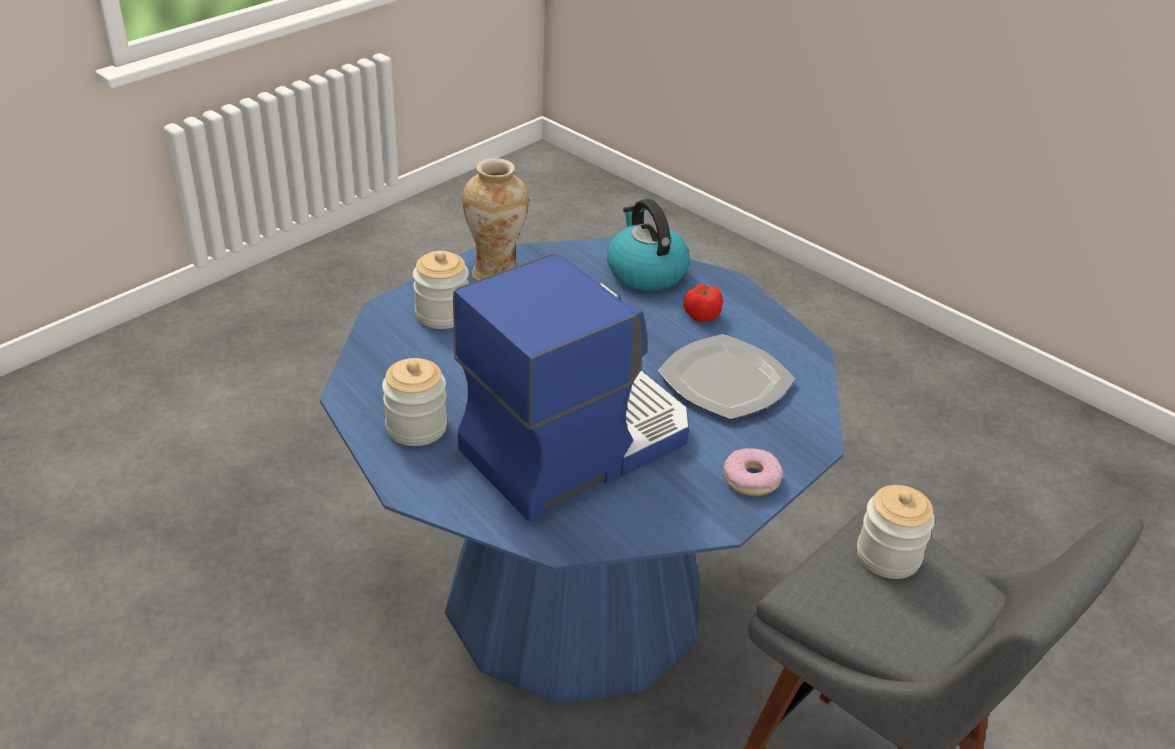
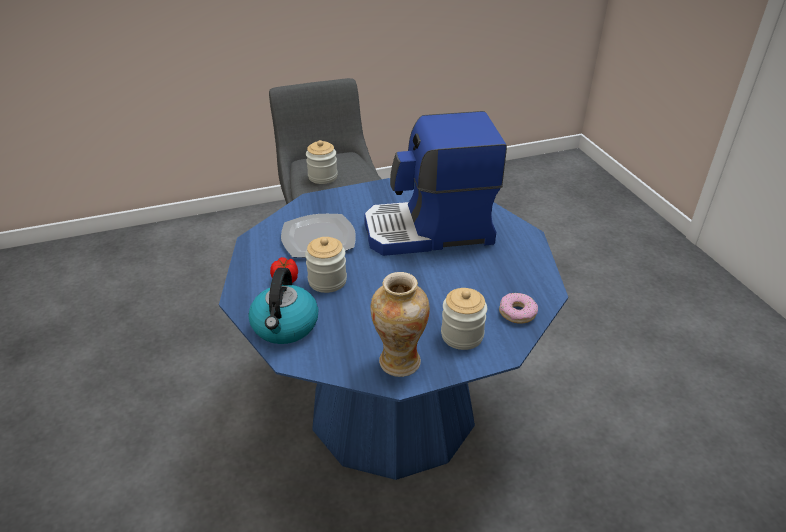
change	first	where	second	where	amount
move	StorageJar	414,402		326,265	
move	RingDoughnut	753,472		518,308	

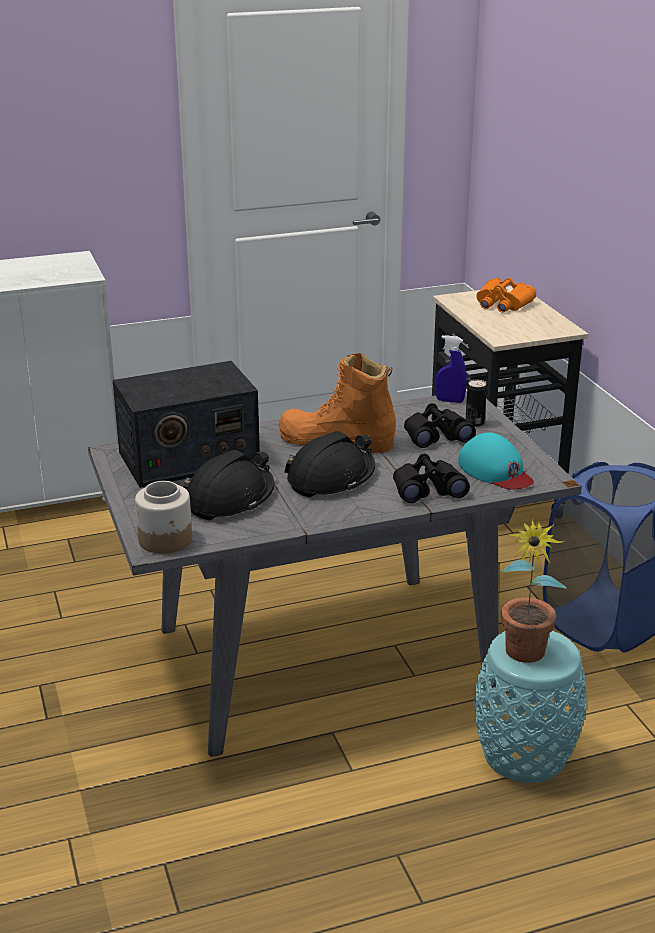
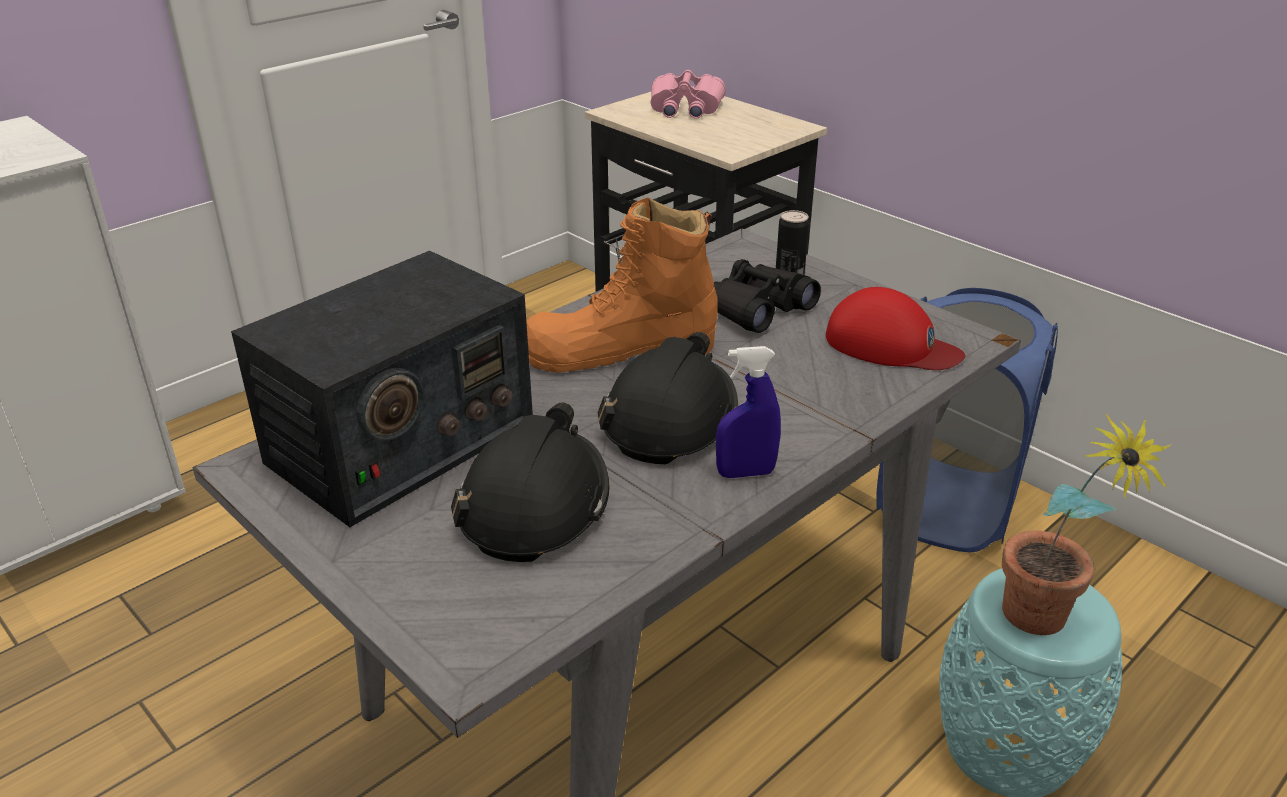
change	first	where	second	where	amount
recolor	OrangeFieldGlasses	506,295	PinkishFieldGlasses	688,94	
move	BlueHandSprayer	451,369		748,412	
recolor	TurquoiseBaseballCap	496,461	ReddishBaseballCap	895,328	
delete	BlackishFieldGlasses	431,478			
delete	StorageJar	163,517			

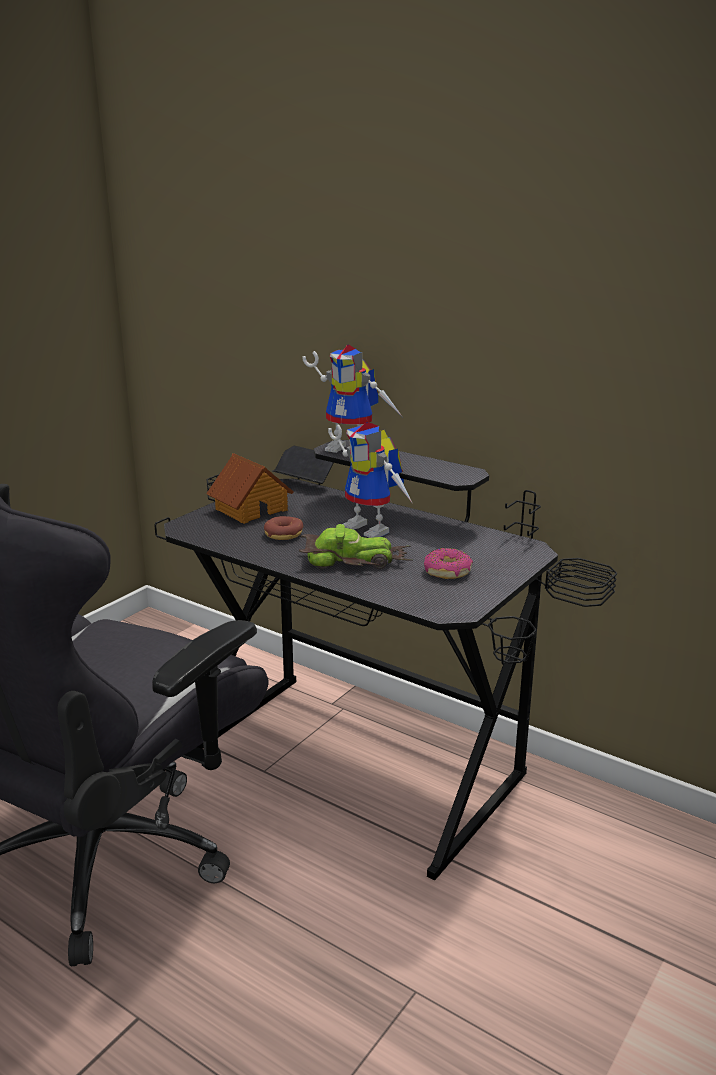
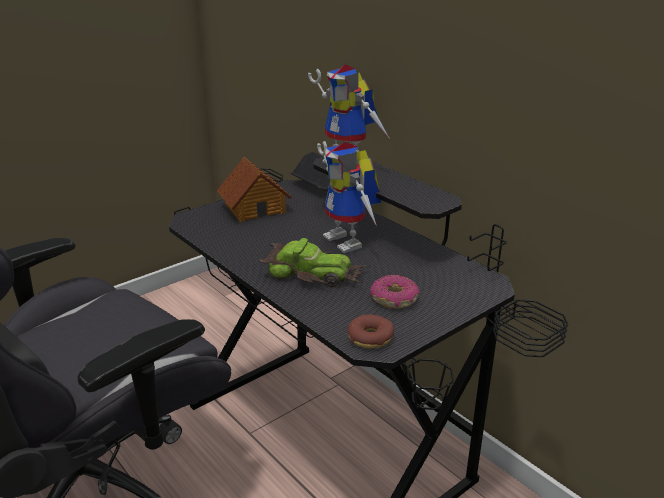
change	first	where	second	where	amount
move	RingDoughnut	283,528		371,331	

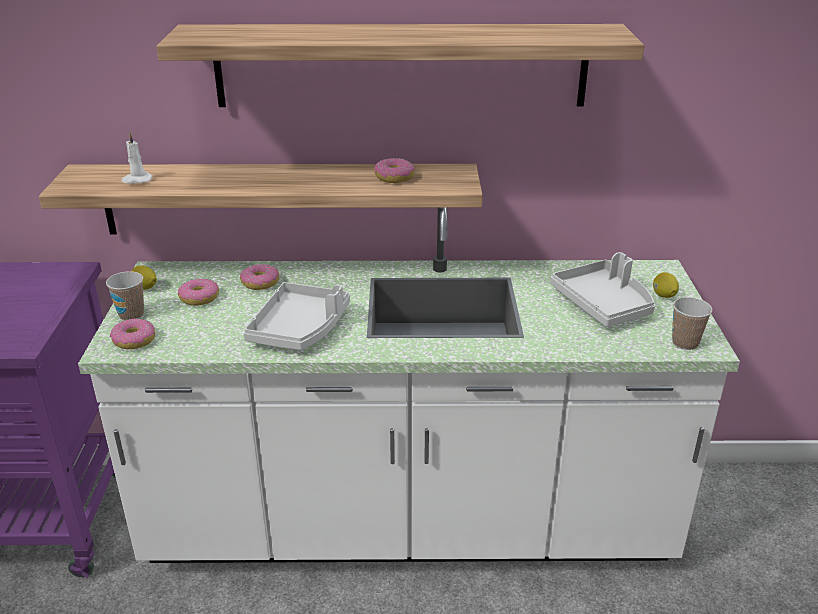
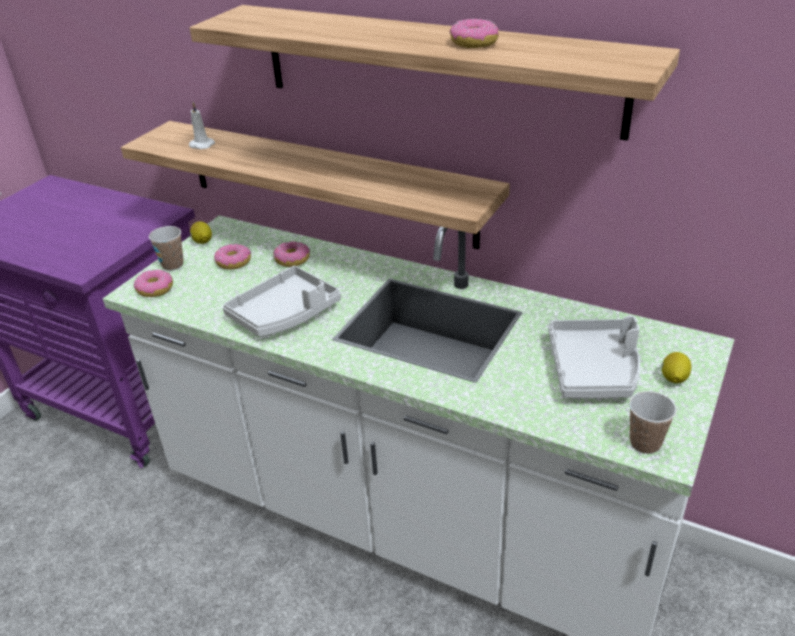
change	first	where	second	where	amount
move	RingDoughnut	394,170		474,33	

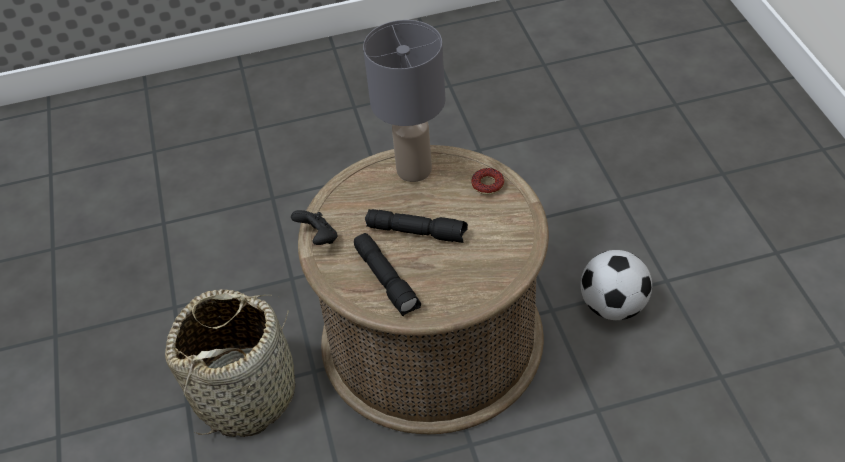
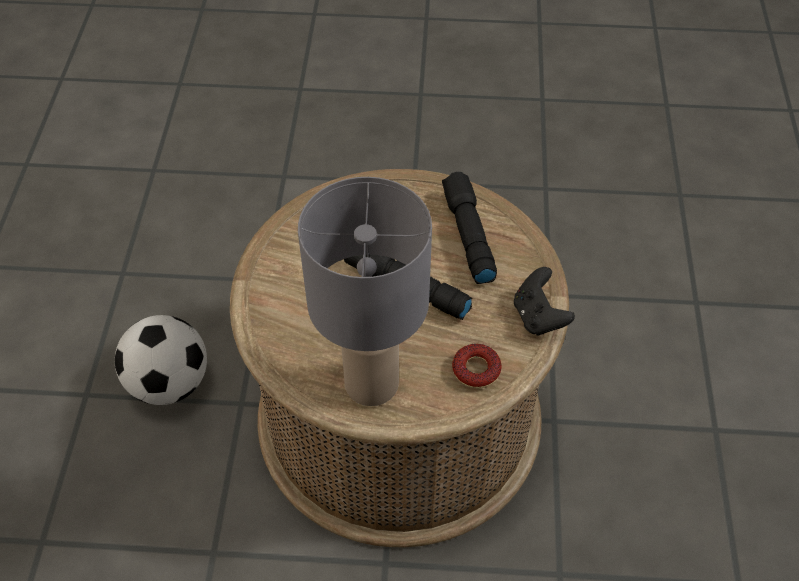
change	first	where	second	where	amount
move	RingDoughnut	487,181		477,366	
delete	Basket	230,363			

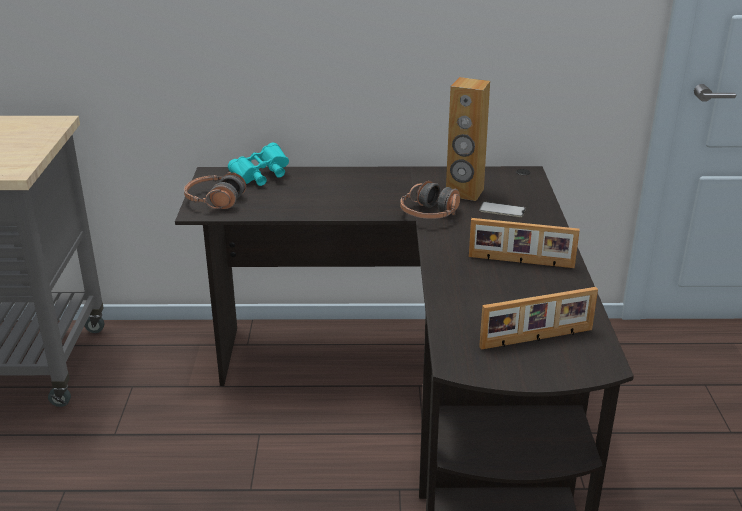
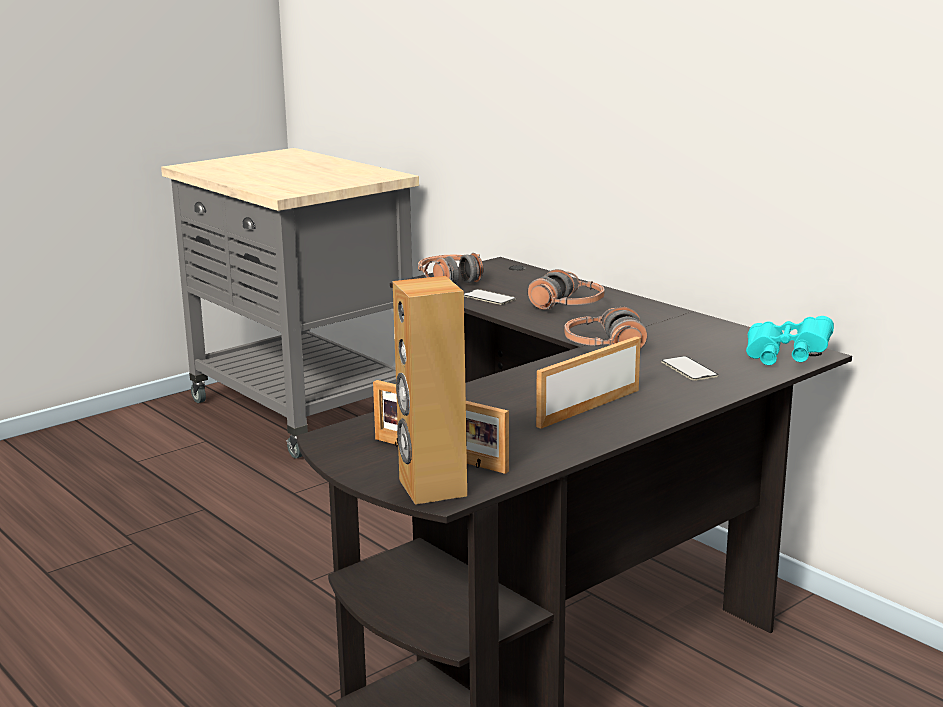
change	first	where	second	where	amount
move	BrownAudioSpeaker	468,139		430,390	
move	TurquoiseFieldGlasses	258,164		790,340	
rotate	PhotoFrame	524,243		588,383	75 degrees clockwise
insert			Headset	566,289	
insert			Telephone	490,297	

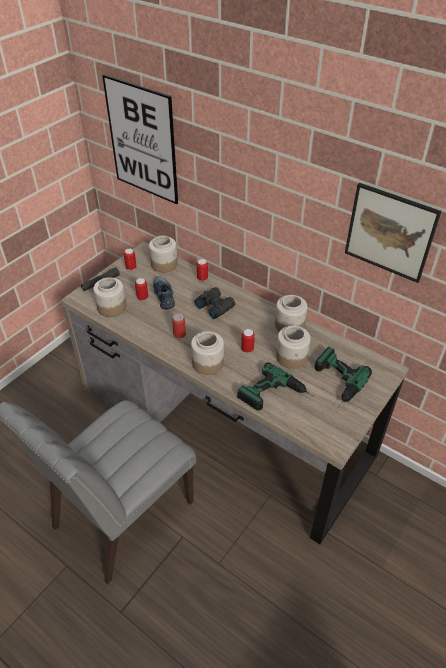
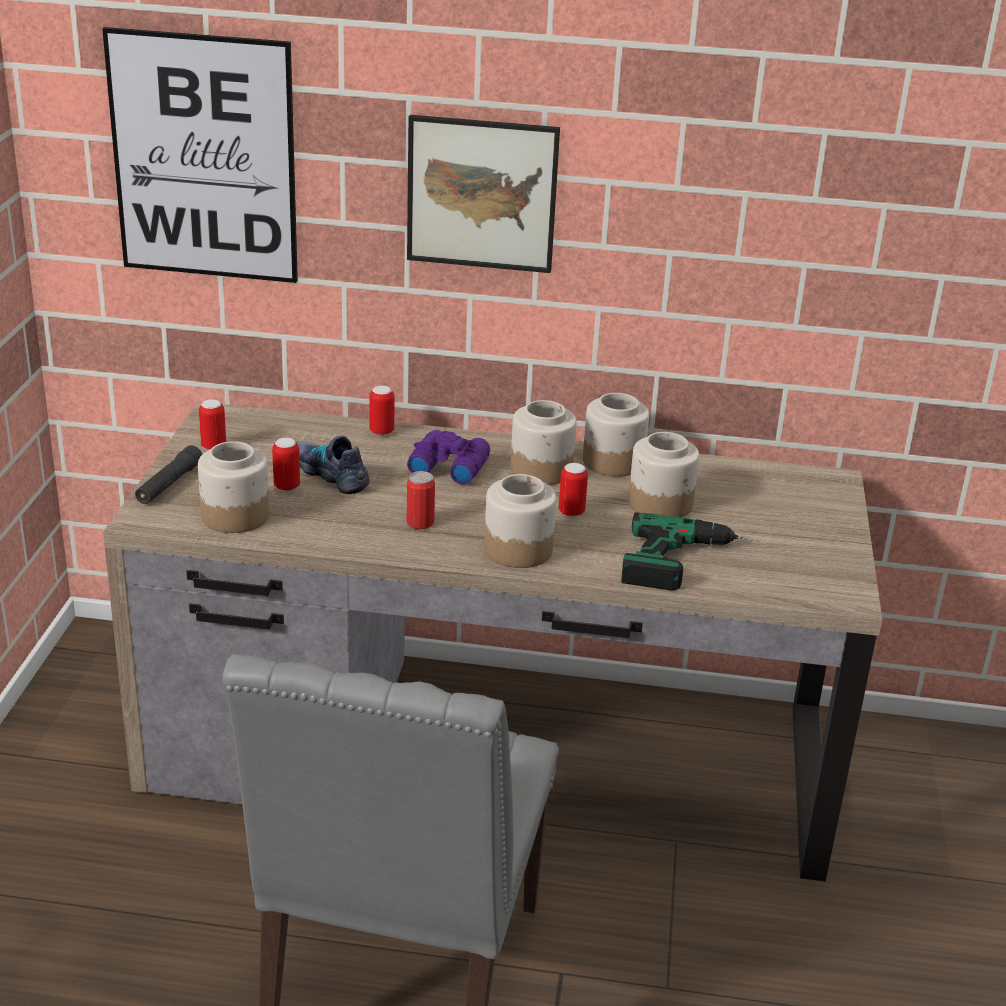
change	first	where	second	where	amount
move	WallPicture	393,233		483,194	
move	StorageJar	163,254		543,442	
recolor	BlackishFieldGlasses	214,303	PurpleFieldGlasses	448,457	
delete	ElectricDrill	343,378			

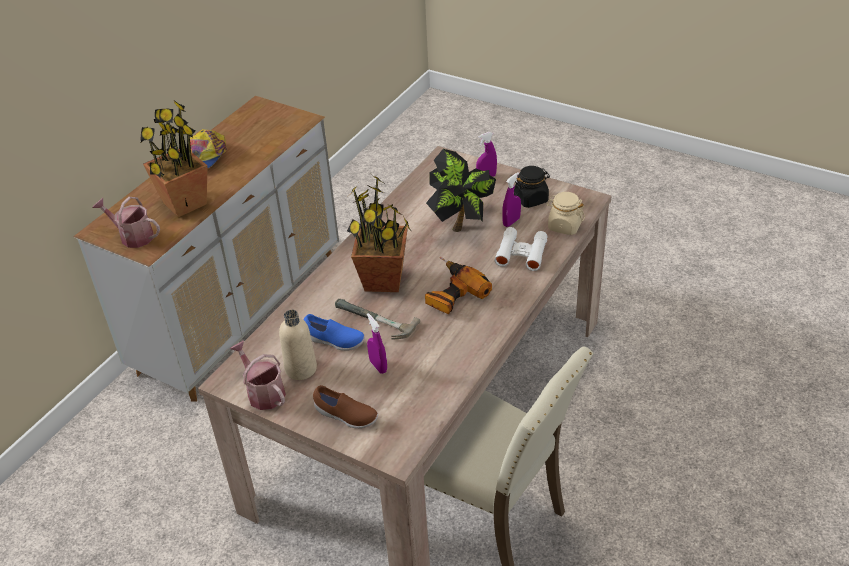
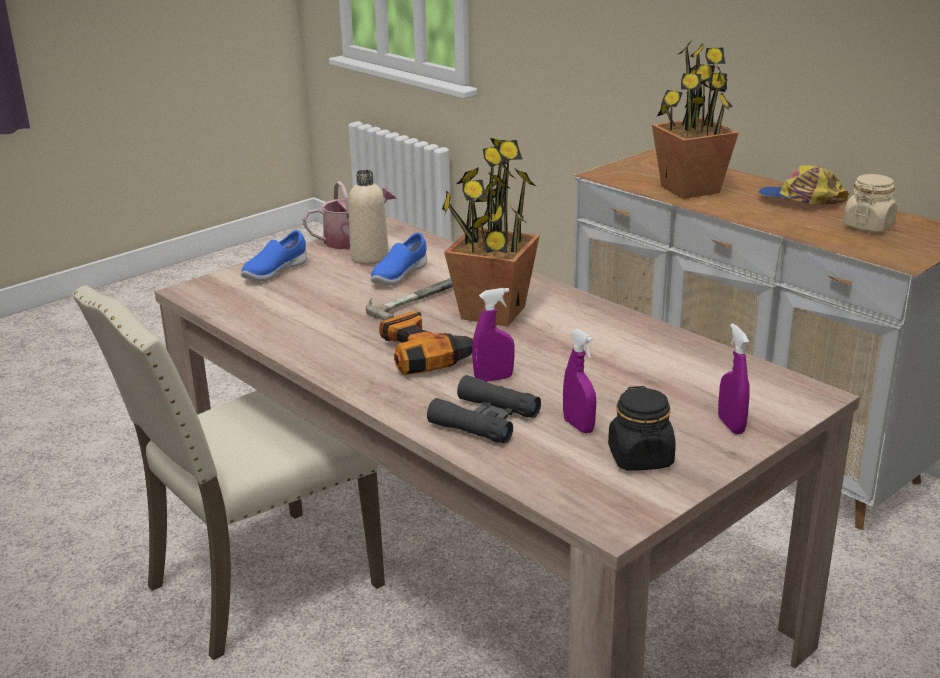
change	first	where	second	where	amount
delete	PottedPlant	461,190			
move	BeigeStorageJar	565,213		870,203	
delete	WateringPot	126,222			
recolor	WhiteColouredFieldGlasses	521,249	BlackishFieldGlasses	484,409	
move	PurpleHandSprayer	377,343		493,335	
recolor	BrownShoe	345,407	BlueShoe	274,255	

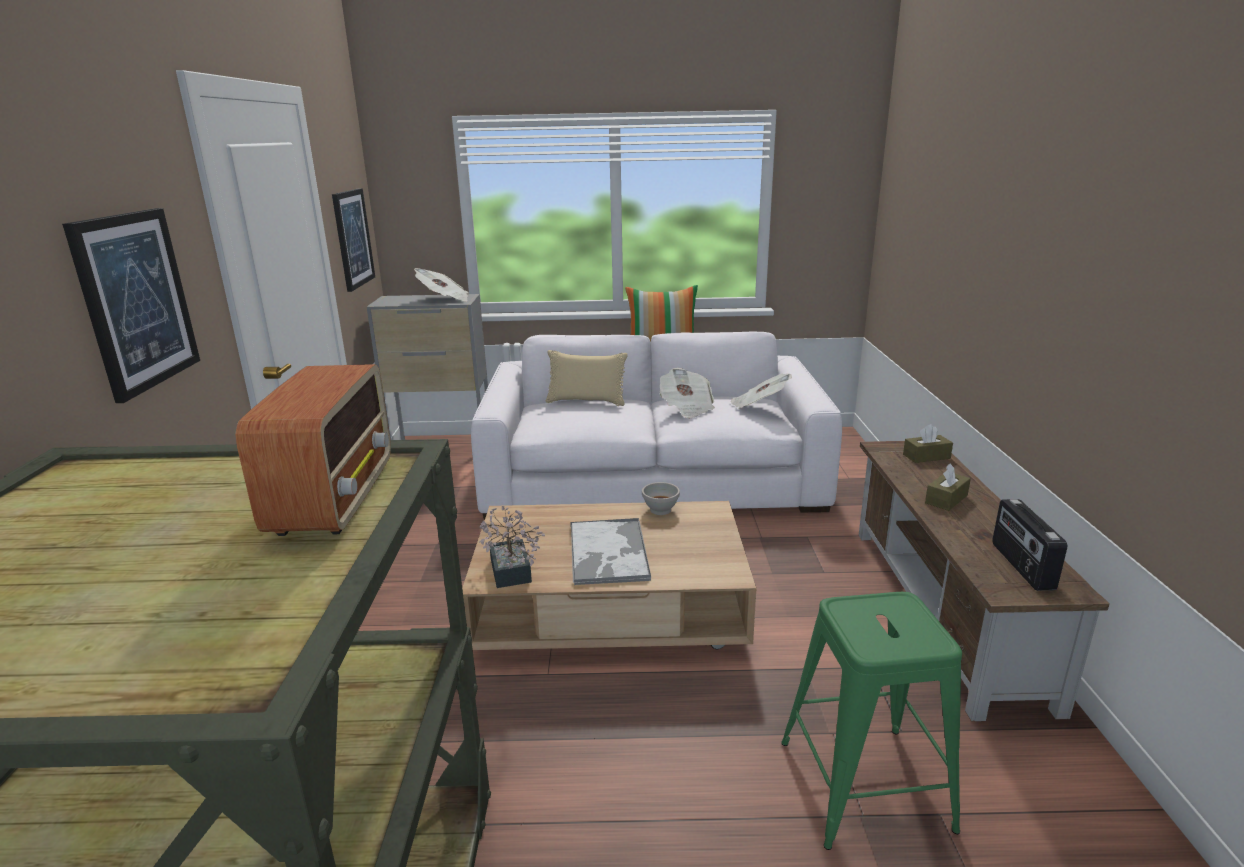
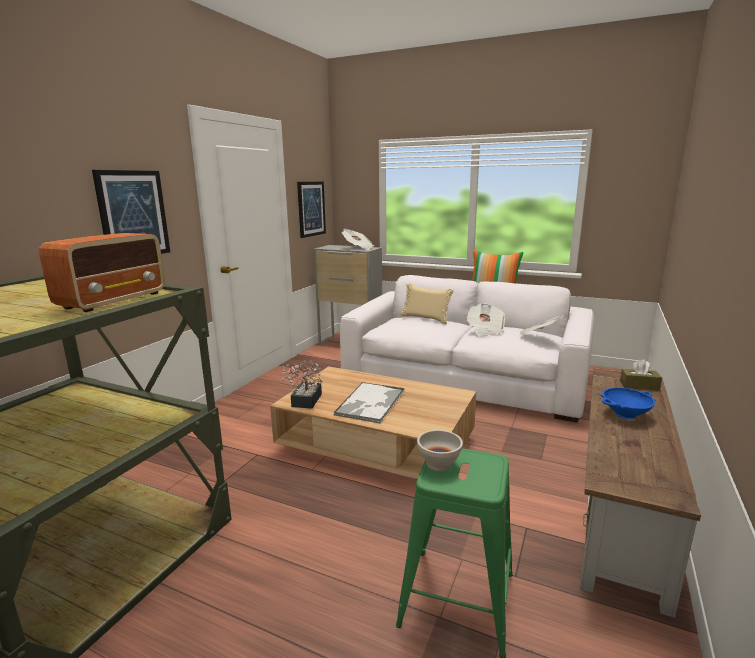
change	first	where	second	where	amount
replace	BrownBoxOfTissues	948,487	BlueDeepDish	628,403	
move	WhiteColouredDeepDish	661,498		440,450	
delete	Radio	1029,545			

